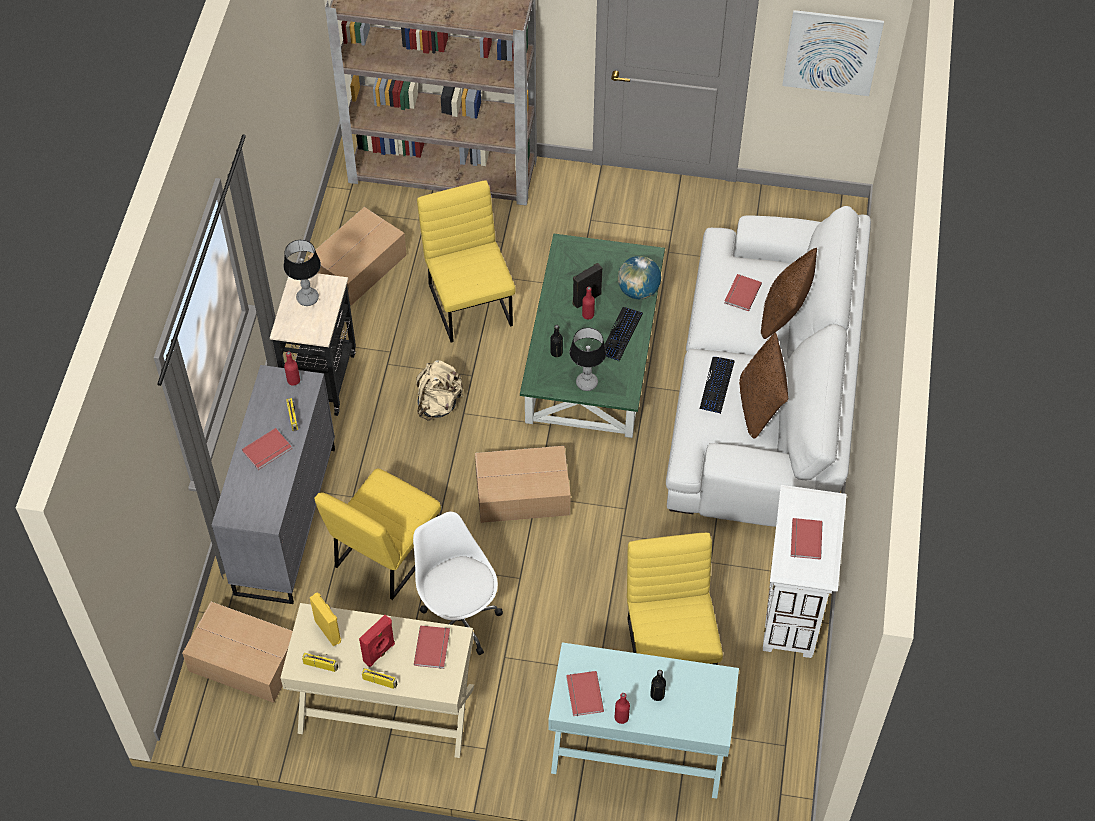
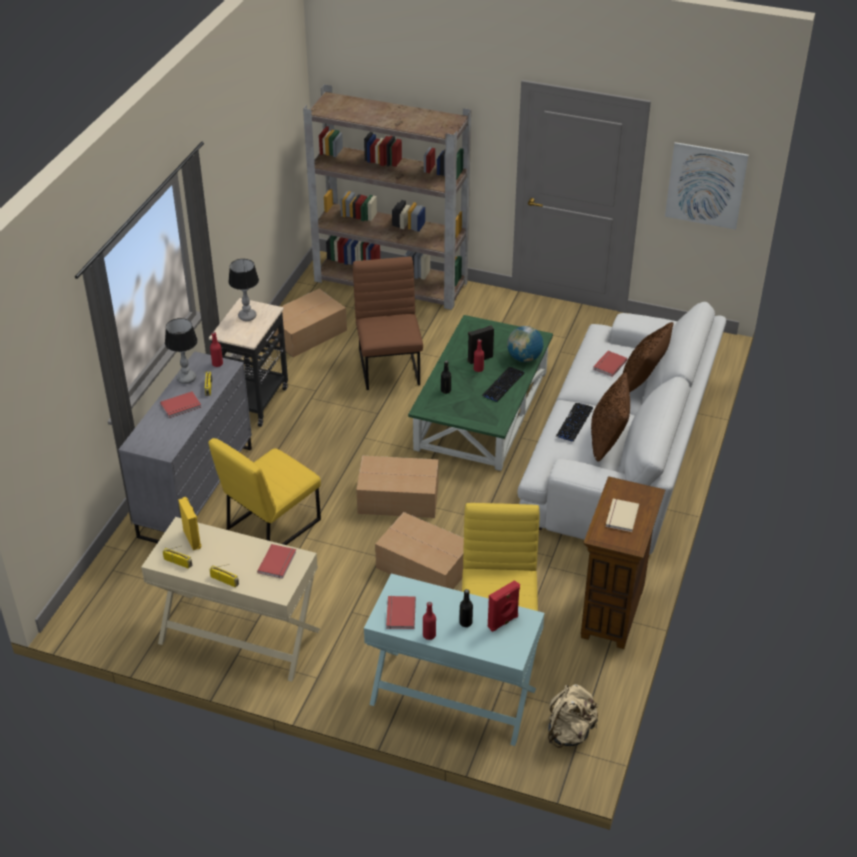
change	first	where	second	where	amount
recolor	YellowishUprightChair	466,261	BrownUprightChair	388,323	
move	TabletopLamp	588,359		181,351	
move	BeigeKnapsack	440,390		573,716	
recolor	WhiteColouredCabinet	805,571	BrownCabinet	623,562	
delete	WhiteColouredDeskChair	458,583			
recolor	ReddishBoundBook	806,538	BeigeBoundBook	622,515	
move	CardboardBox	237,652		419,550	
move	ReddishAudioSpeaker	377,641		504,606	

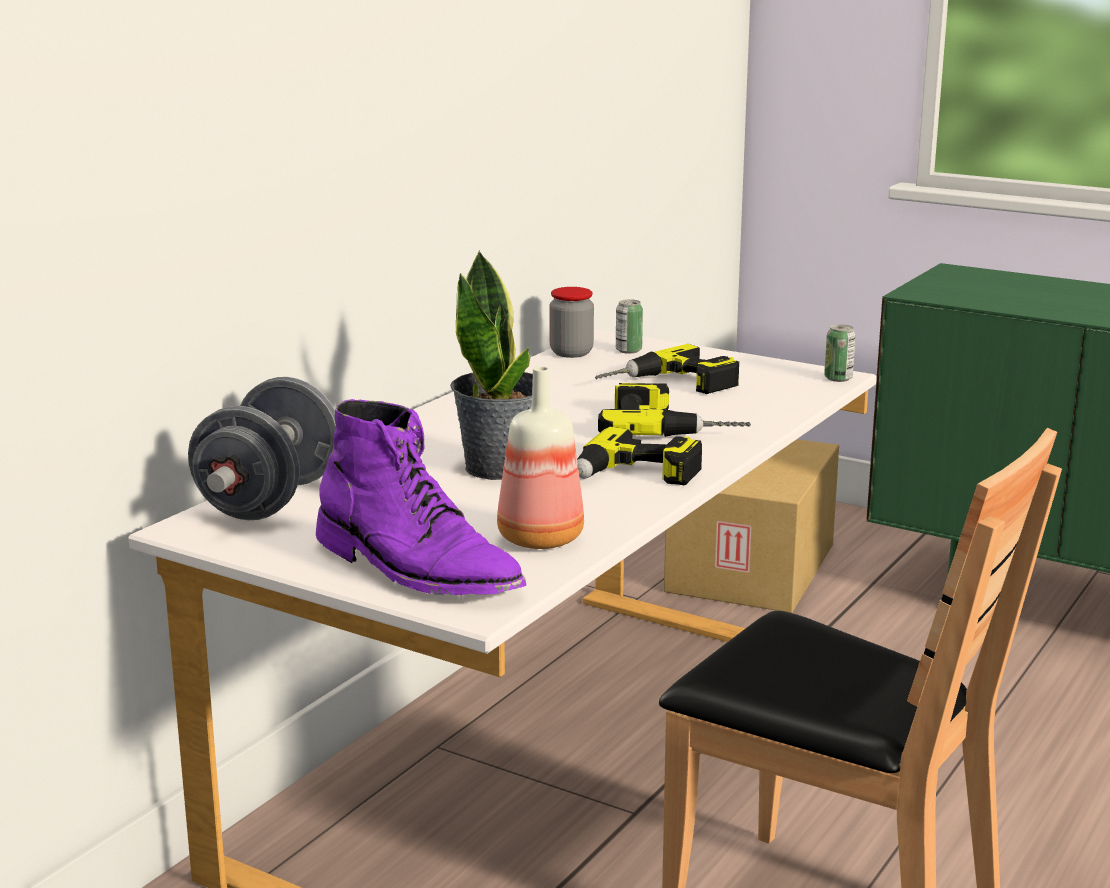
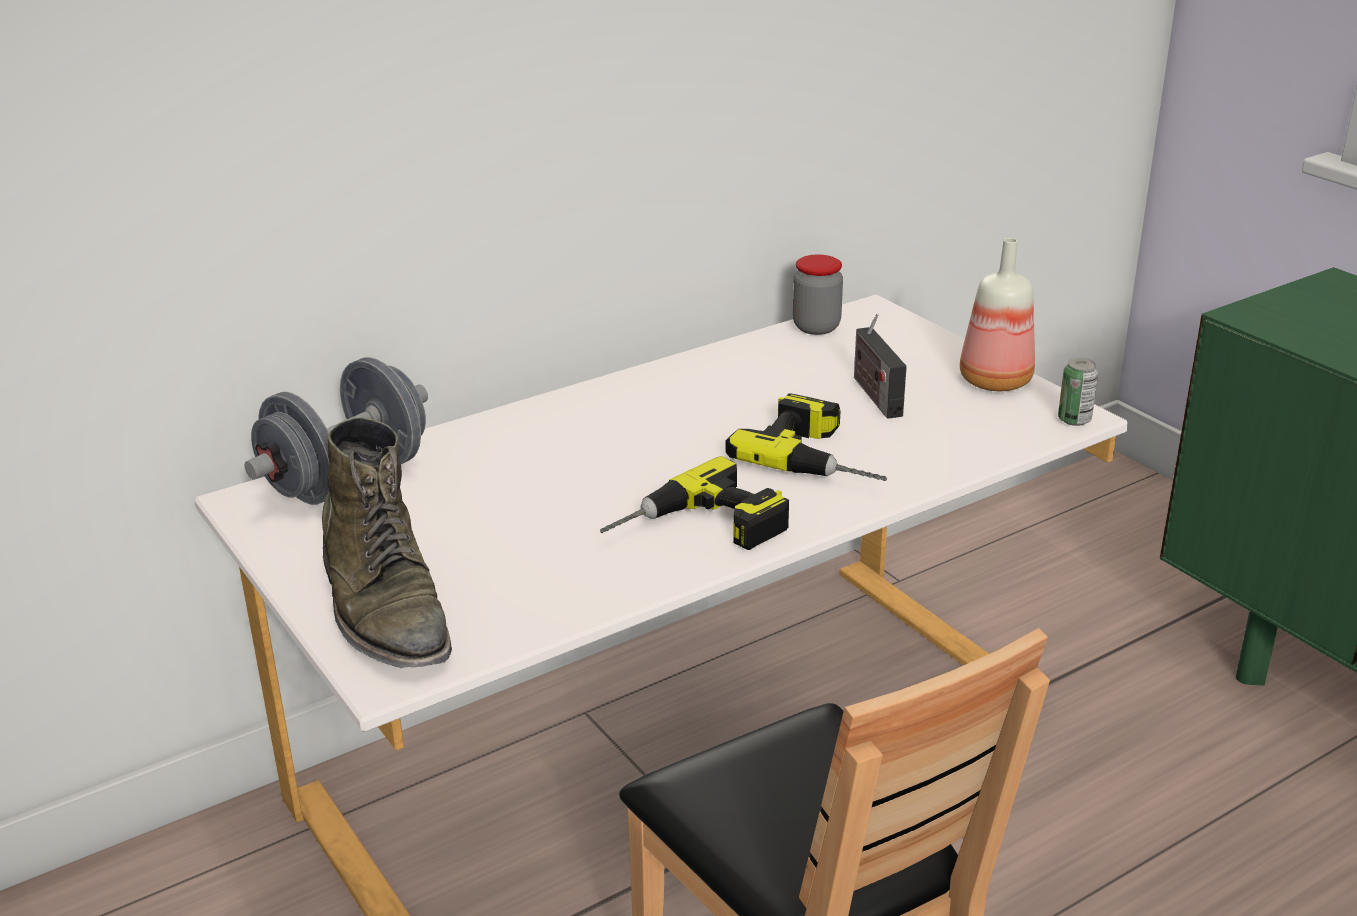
change	first	where	second	where	amount
delete	PottedPlant	491,365			
delete	SealedCan	629,326			
replace	ElectricDrill	667,369	Radio	880,366	
move	Bottle	540,457		997,314	
recolor	PurpleBoot	421,497	GreenBoot	387,542	
delete	CardboardBox	751,526			

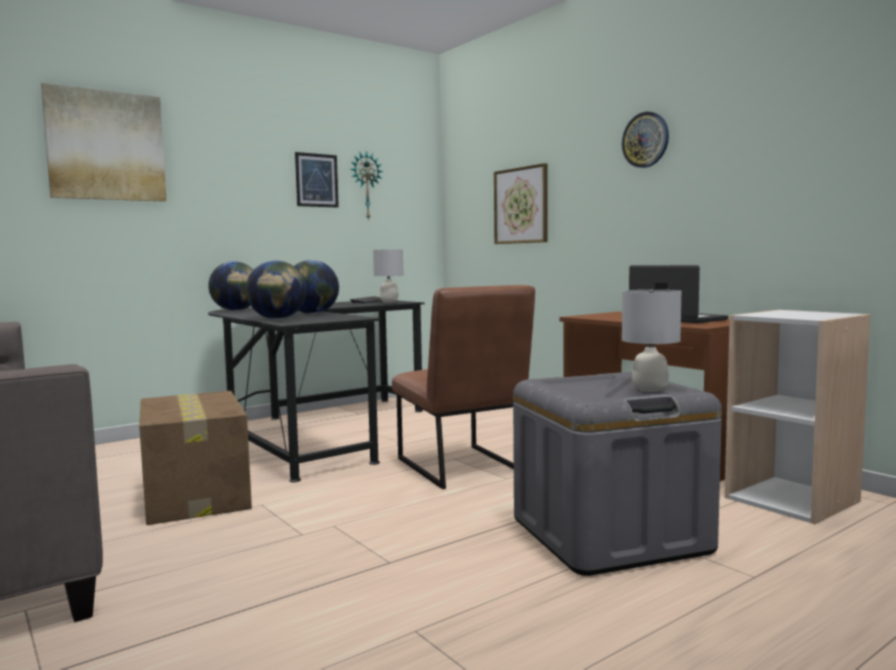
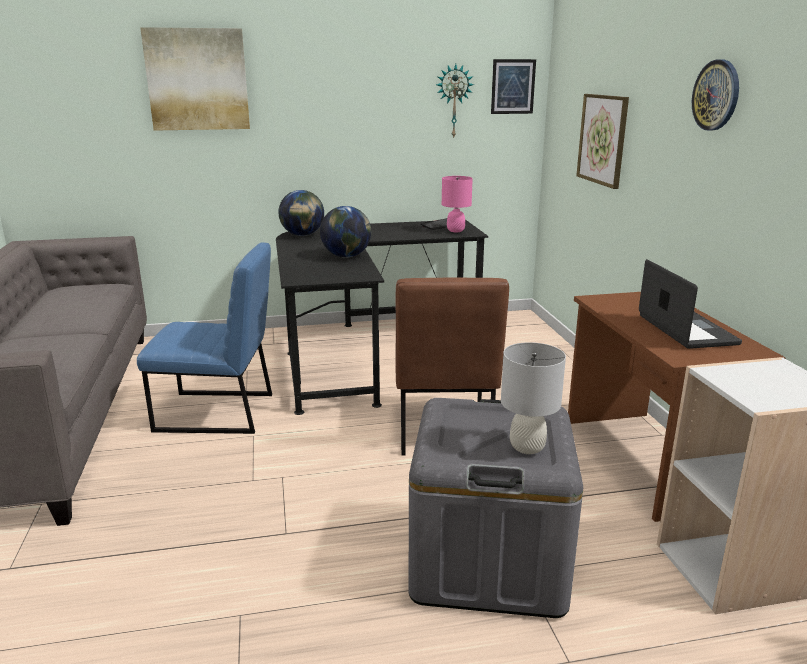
change	first	where	second	where	amount
move	WallPicture	317,180		513,86	
recolor	GreyTabletopLamp	388,276	PinkishTabletopLamp	457,204	
delete	Globe	276,290			
replace	CardboardBox	195,458	BlueUprightChair	204,338	

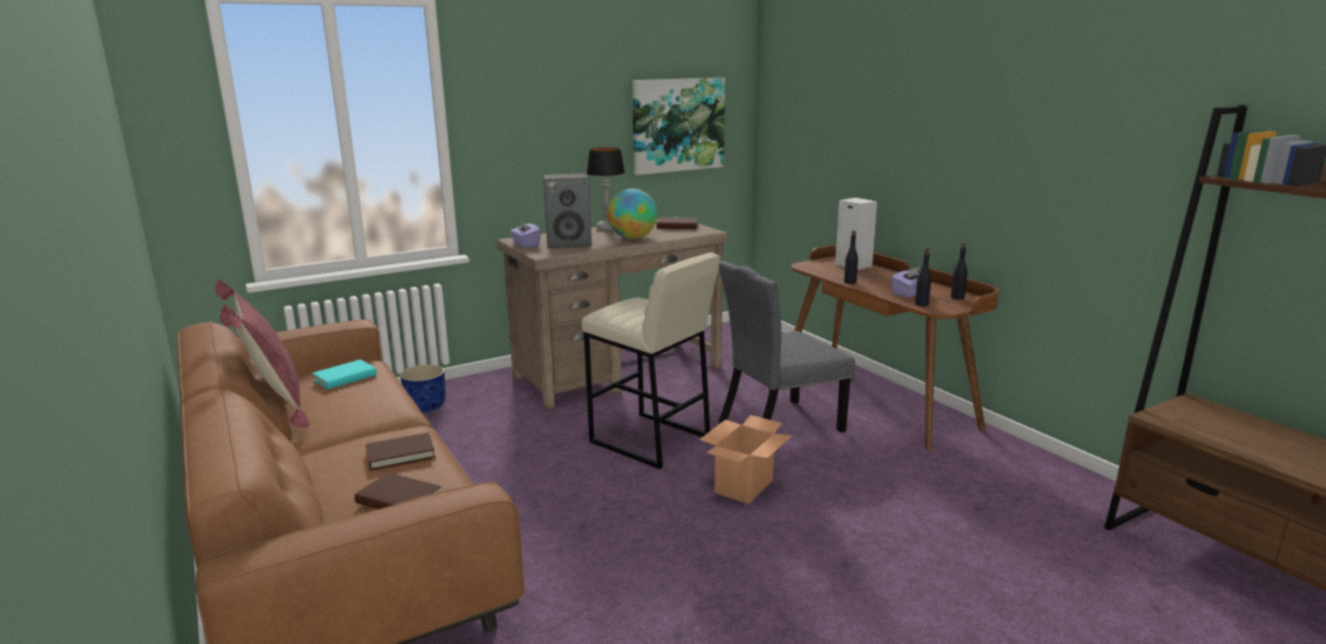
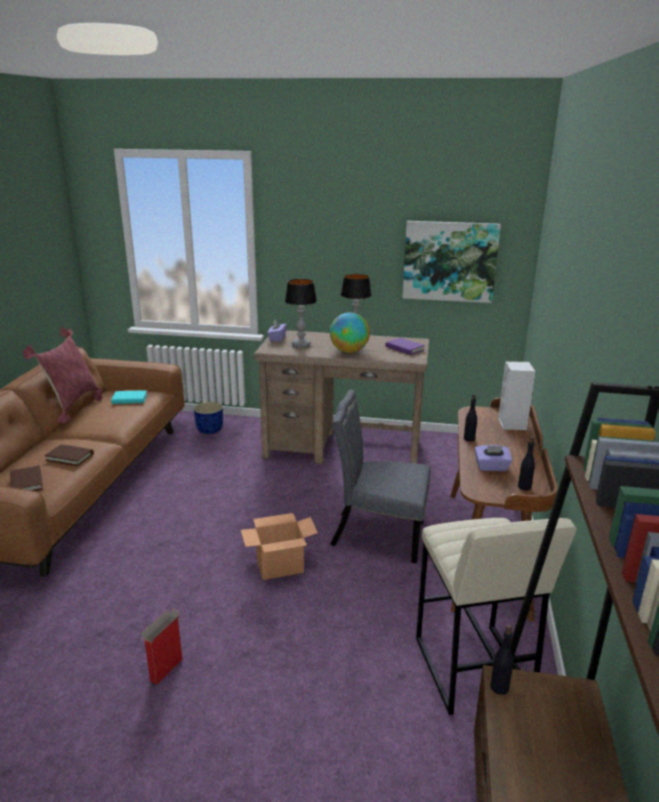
change	first	where	second	where	amount
replace	AudioSpeaker	567,211	TabletopLamp	301,313	
recolor	BrownBoundBook	677,223	PurpleBoundBook	405,346	
move	BlackishBottle	923,277		502,660	
move	BeigeStool	651,360		496,616	
insert			CardboardBox	161,646	

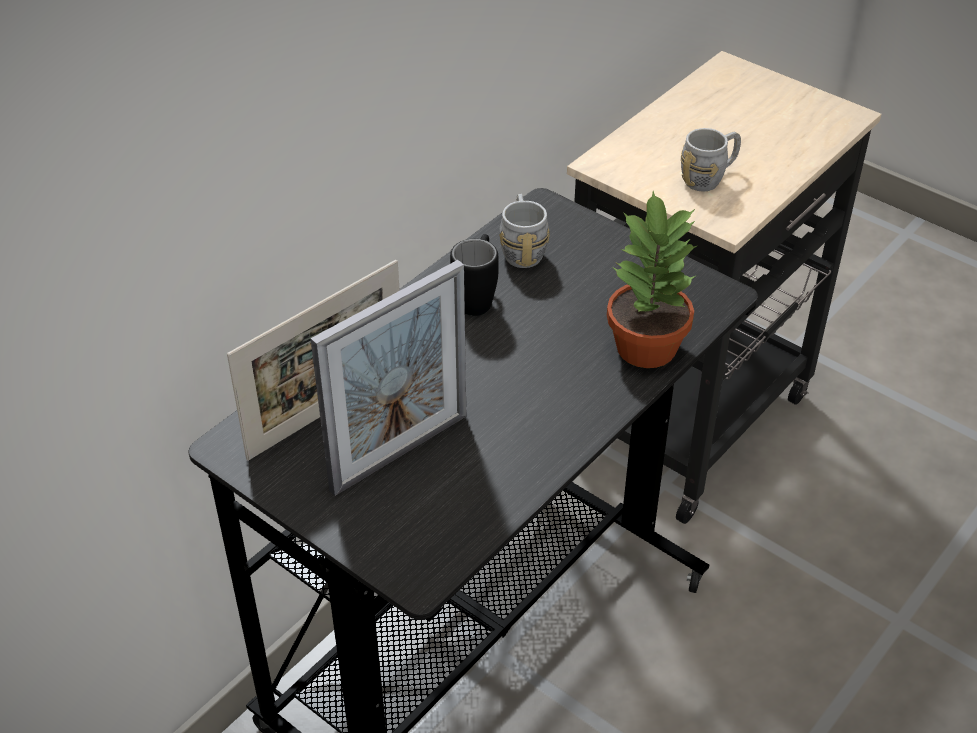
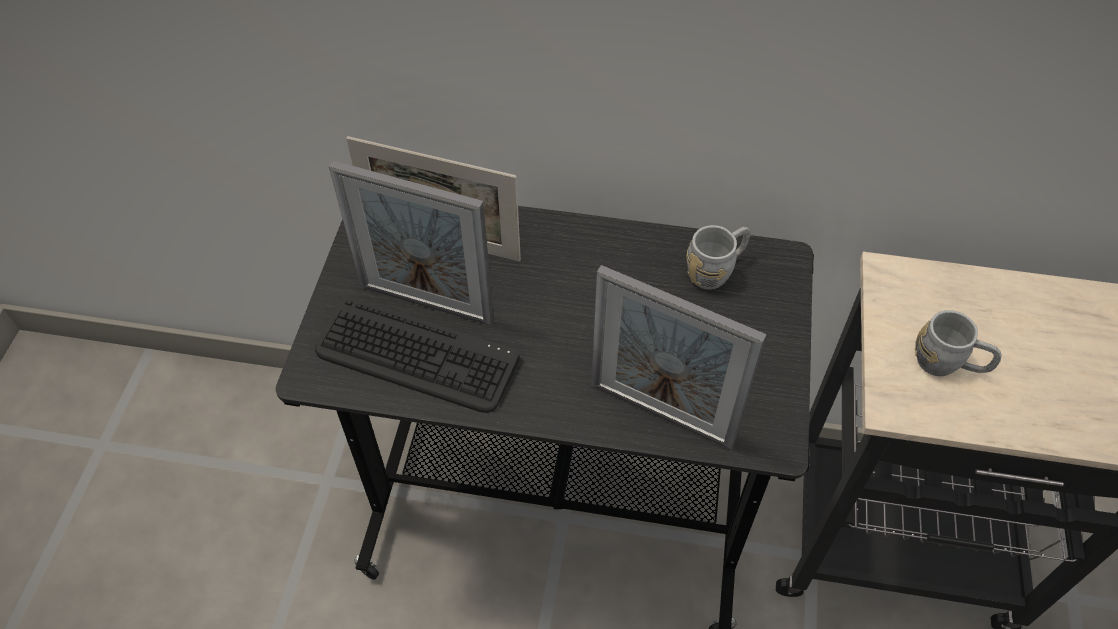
change	first	where	second	where	amount
replace	PottedPlant	652,279	PhotoFrame	679,357	
delete	BlackishMug	474,275			
insert			PcKeyboard	417,355	

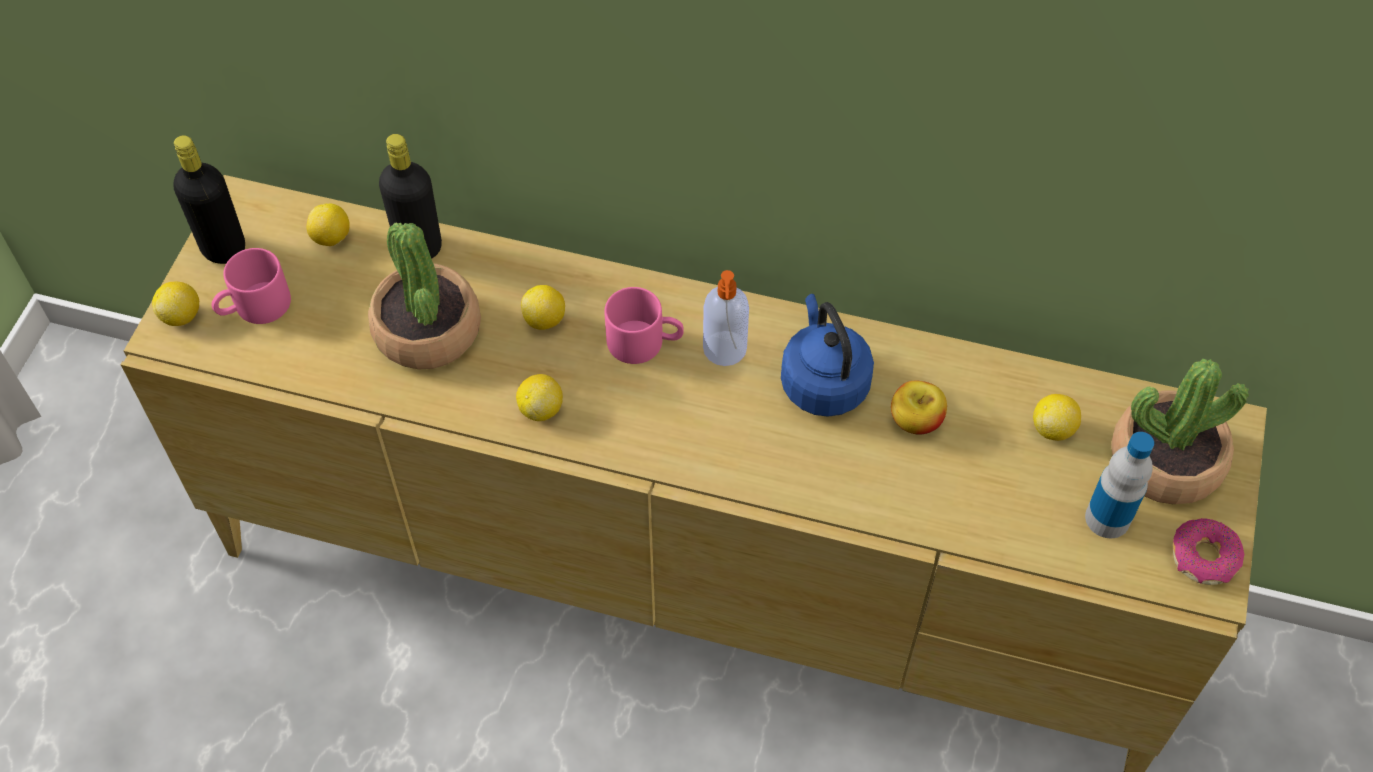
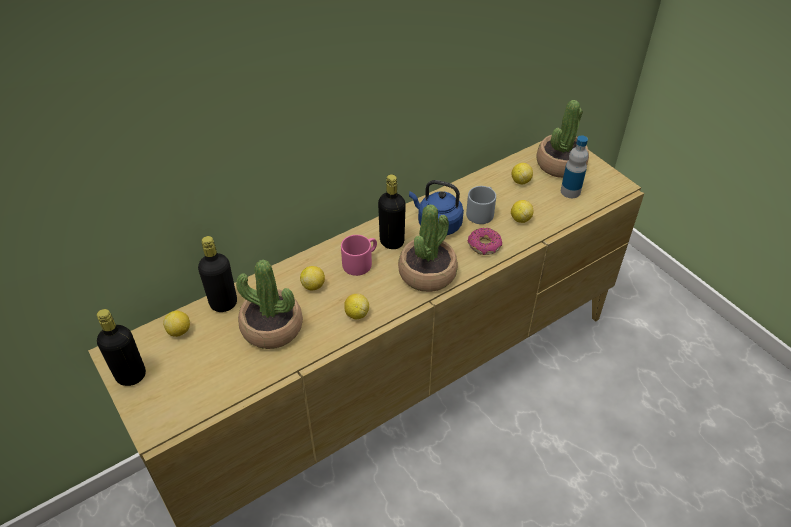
change	first	where	second	where	amount
delete	PinkishMug	251,286			
replace	SoapDispenser	726,318	BlackishBottle	392,211	
move	CitrusFruit	175,304		522,211	
replace	AppleFruit	919,408	GreyMug	481,205	
move	RingDoughnut	1208,551		485,241	
insert			PottedPlant	428,248	

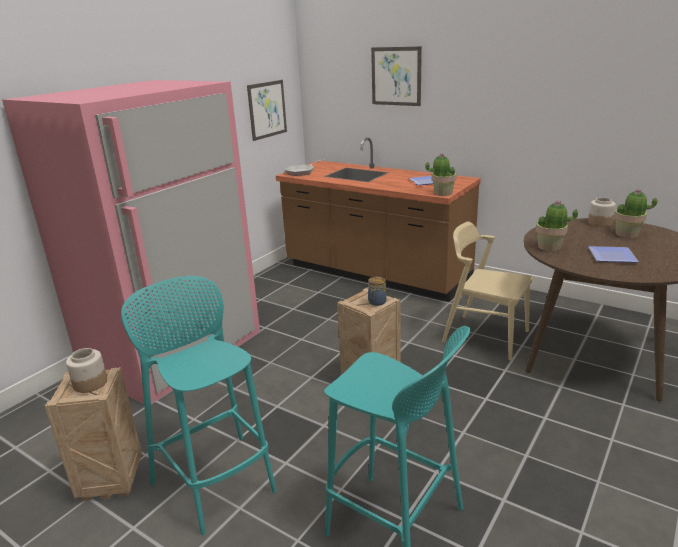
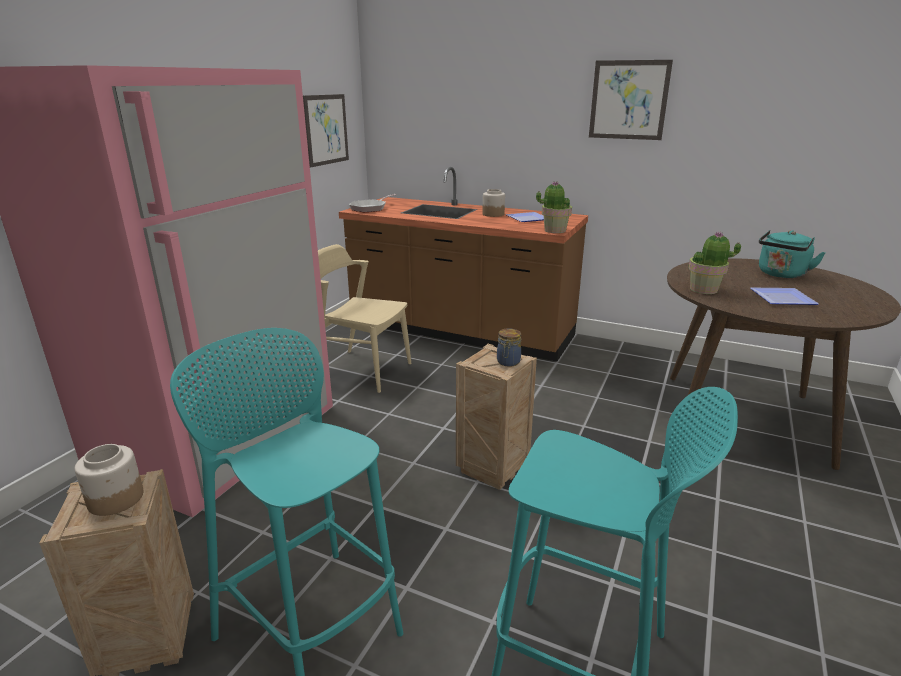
change	first	where	second	where	amount
move	WallPicture	396,76		631,100	
replace	PottedPlant	636,213	TurquoiseKettle	792,254	
move	StorageJar	602,212		493,203	
move	BeigeUprightChair	487,291		365,318	

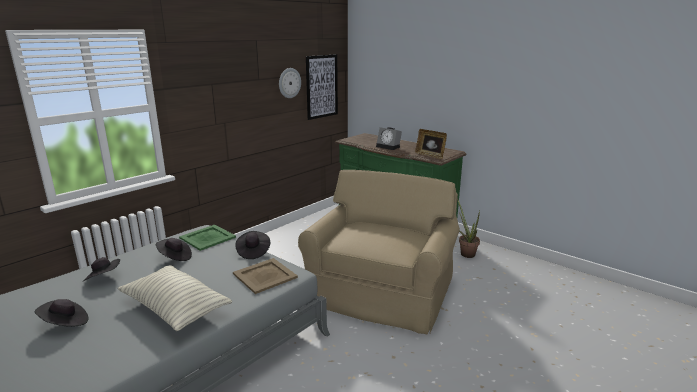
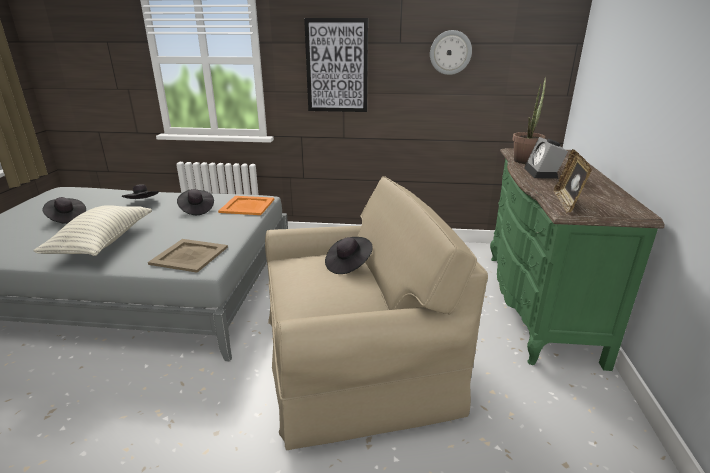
change	first	where	second	where	amount
move	WallPicture	322,87		336,65	
move	PottedPlant	468,228		529,120	
recolor	GreenServingTray	207,238	OrangeServingTray	246,205	
move	BlackishClothingHat	252,245		349,255	

